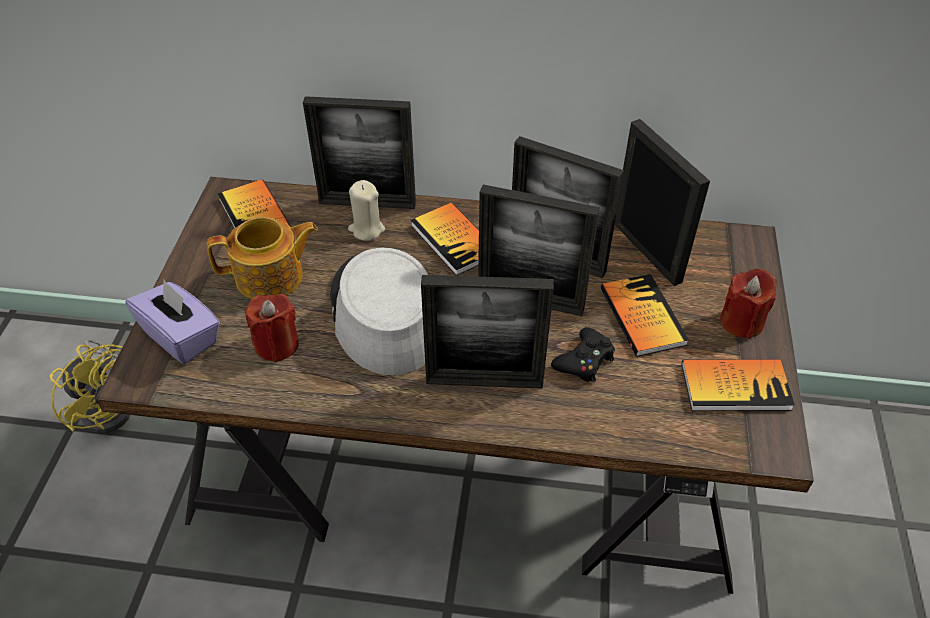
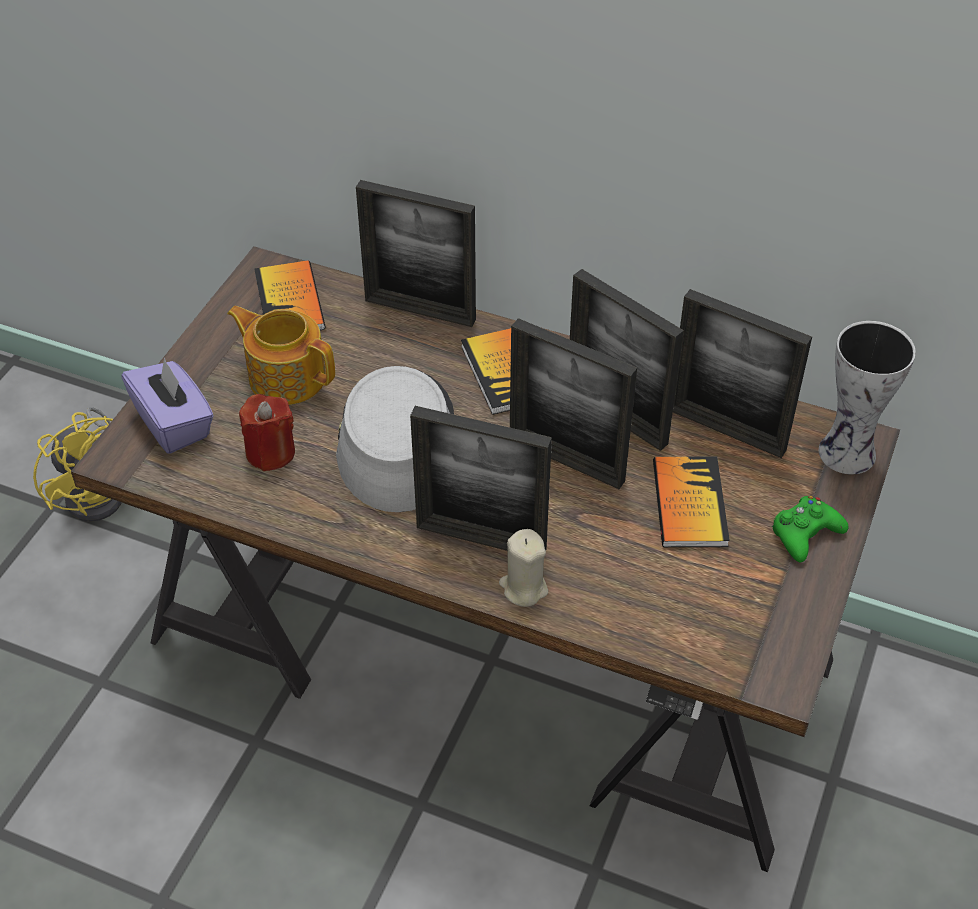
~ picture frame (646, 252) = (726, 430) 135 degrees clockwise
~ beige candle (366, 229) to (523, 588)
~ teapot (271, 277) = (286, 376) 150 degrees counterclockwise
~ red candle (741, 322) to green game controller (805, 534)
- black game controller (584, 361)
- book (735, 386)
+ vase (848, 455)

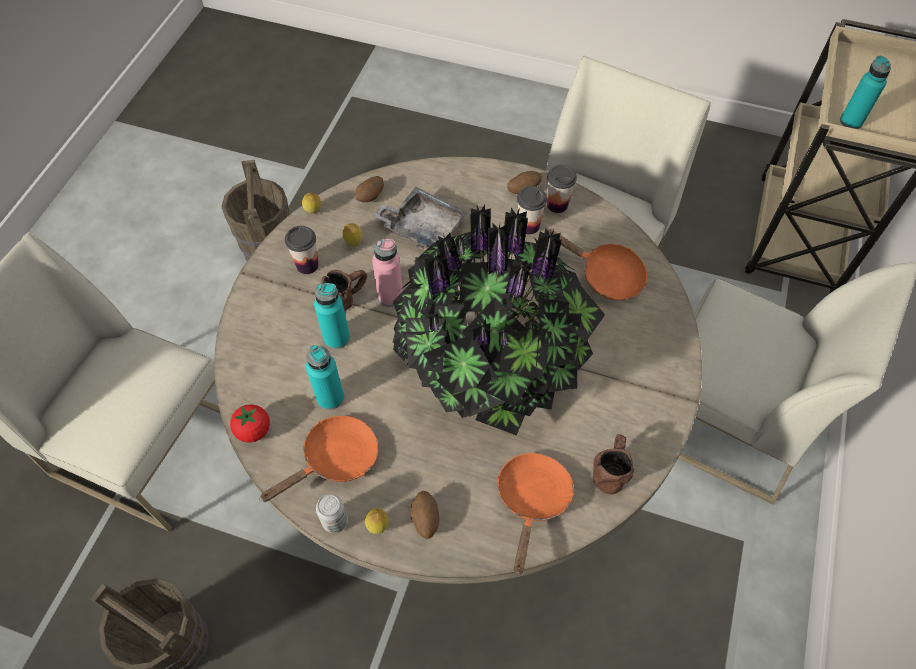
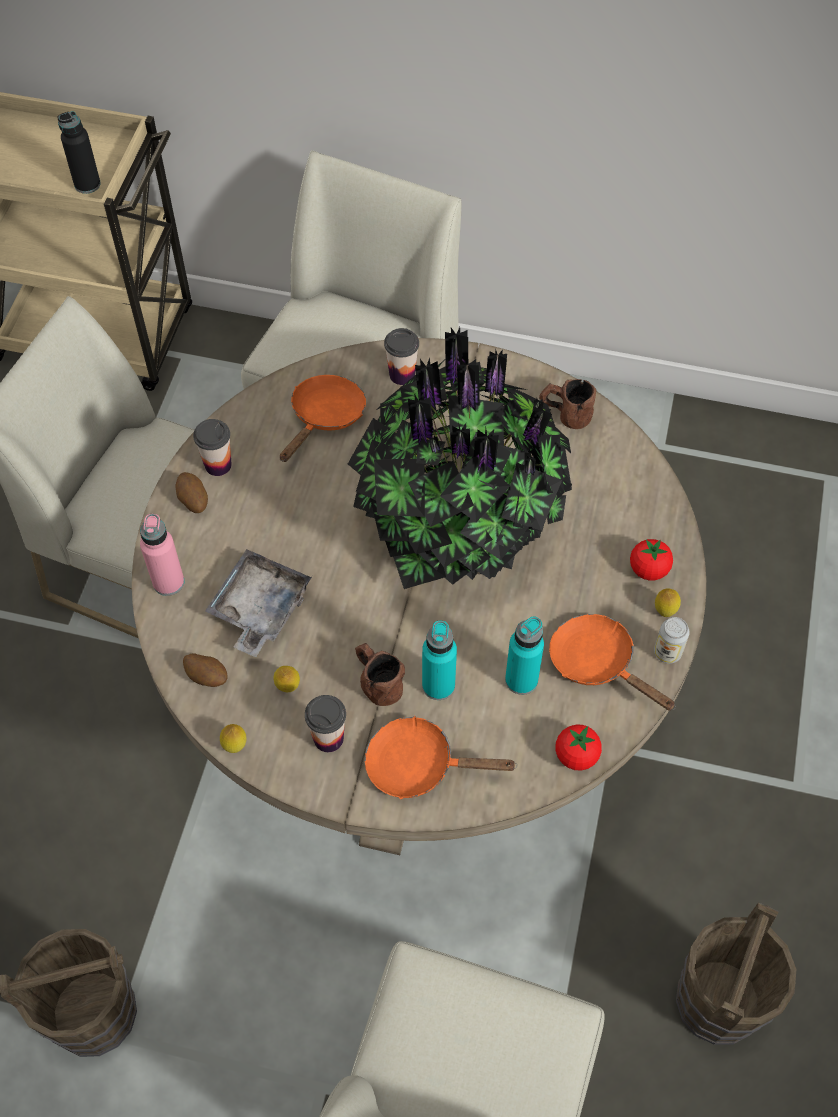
~ turquoise bottle (851, 122) to black bottle (87, 184)
~ cup (528, 226) to (402, 374)
~ pink bottle (390, 296) to (168, 582)
~ orange frying pan (532, 500) to (419, 765)
~ potato (425, 519) to tomato (648, 569)

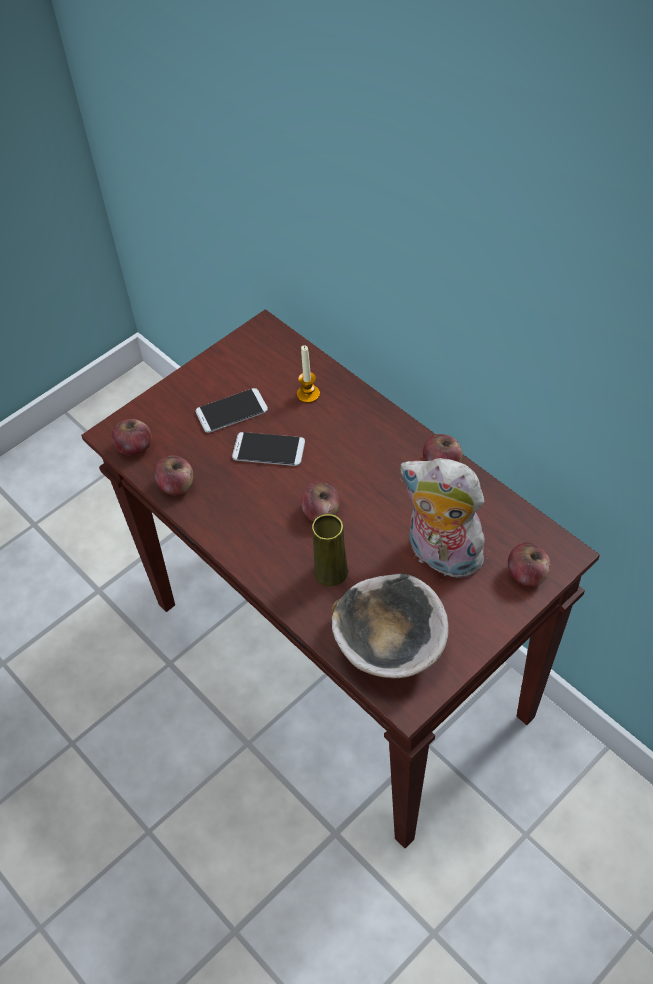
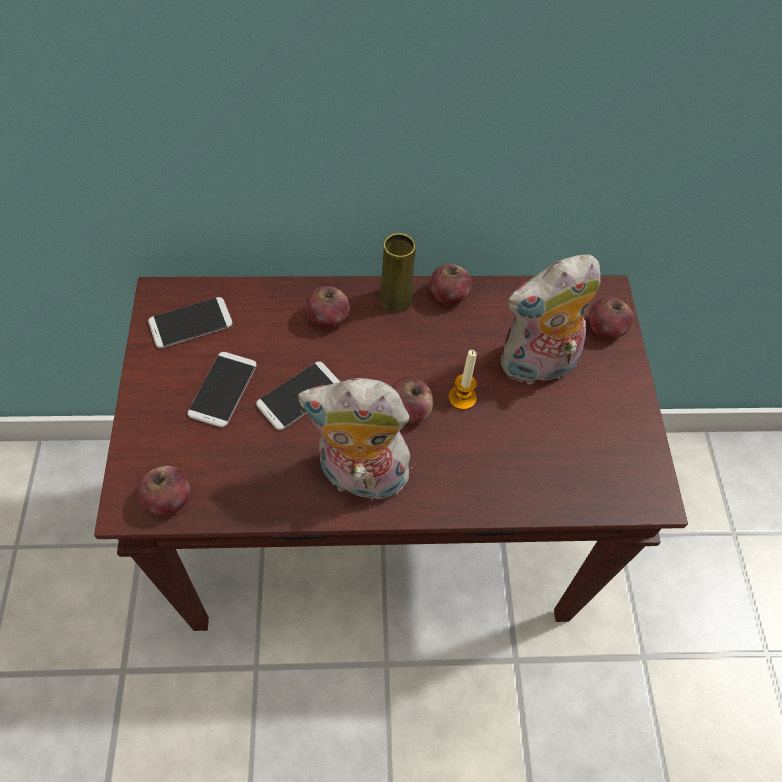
~ candle (308, 394) to (462, 398)
~ apple (176, 485) to (328, 318)
~ yellow vase (330, 571) to (395, 298)
- bowl (390, 647)
+ phone (190, 323)
+ plush toy (360, 477)

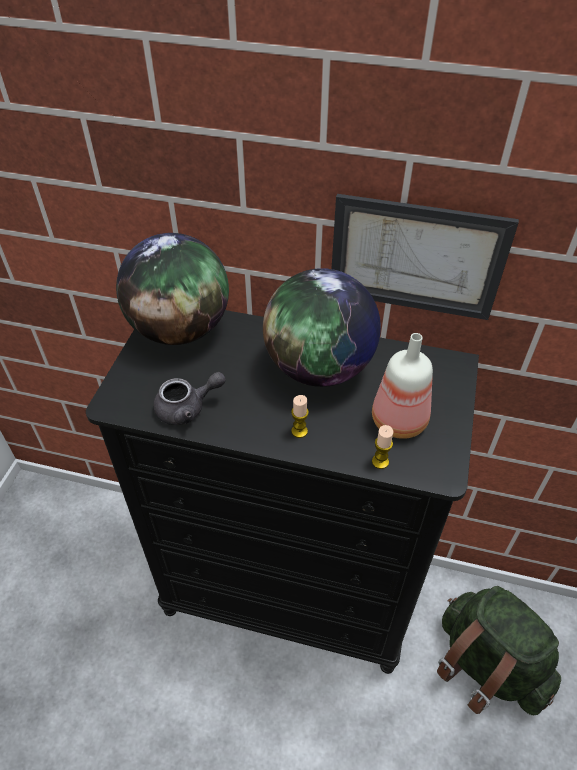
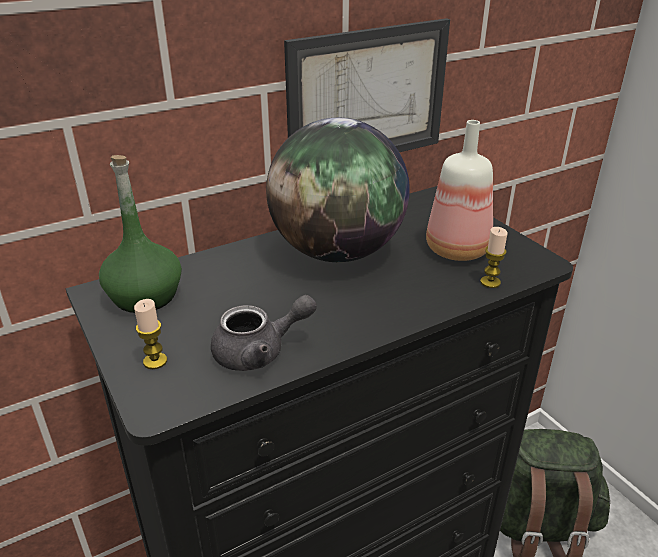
~ globe (180, 329) to green bottle (145, 296)
~ grey teapot (187, 408) = (259, 352) 45 degrees clockwise
~ candle (299, 431) to (155, 361)

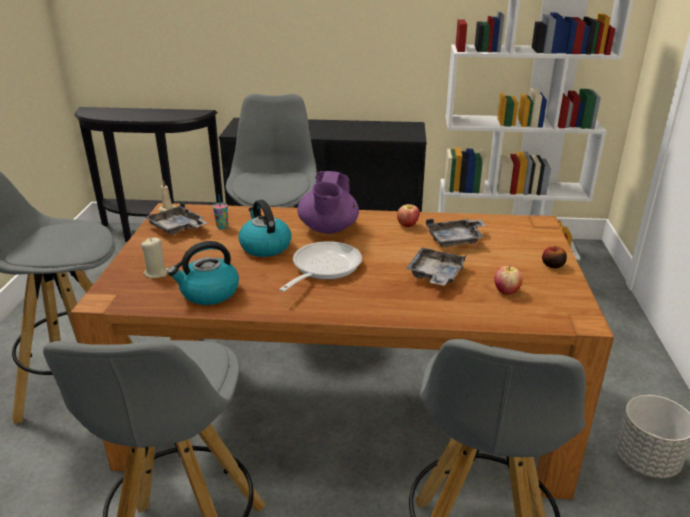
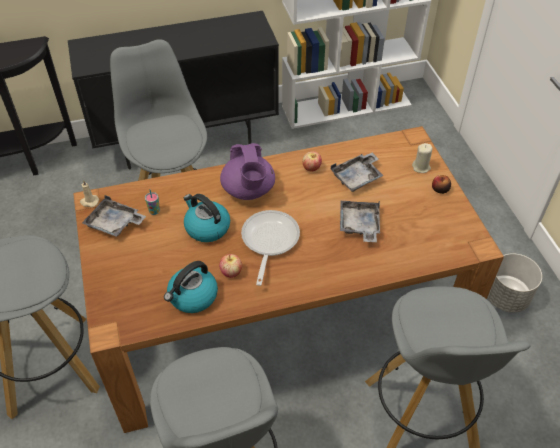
~ beige candle (157, 273) to (421, 167)
~ apple (506, 291) to (231, 272)

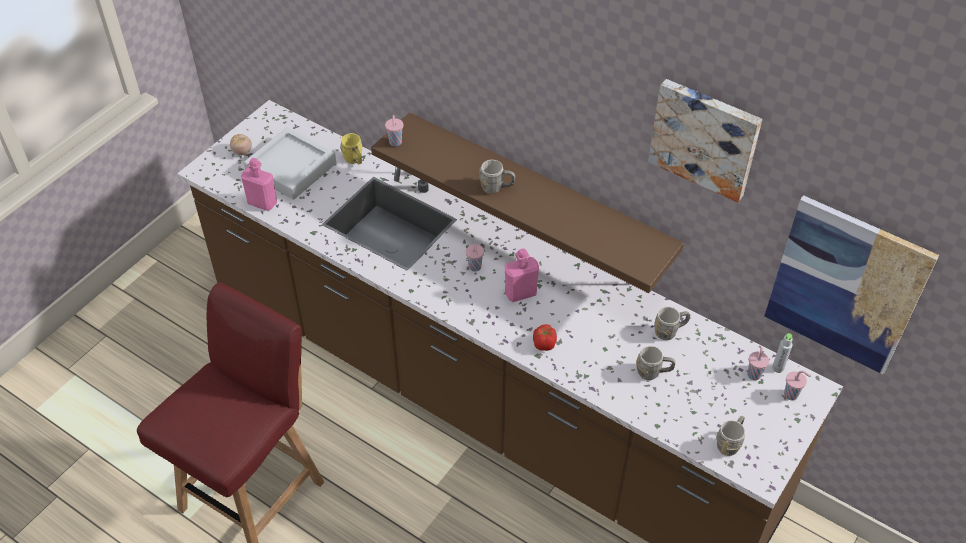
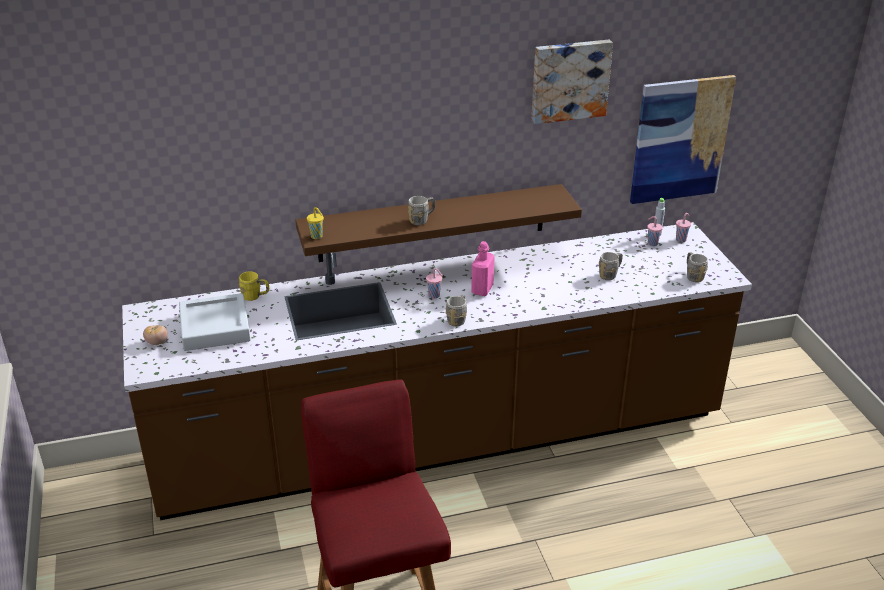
~ pink cup (395, 143) to yellow cup (317, 236)
- pink bottle (262, 203)
~ grey mug (670, 331) to (458, 319)
- tomato (544, 344)

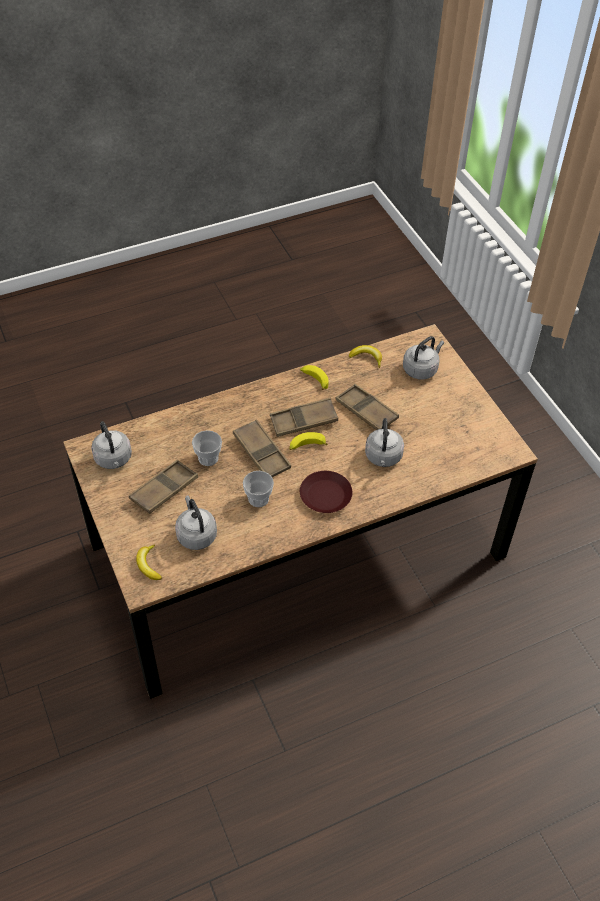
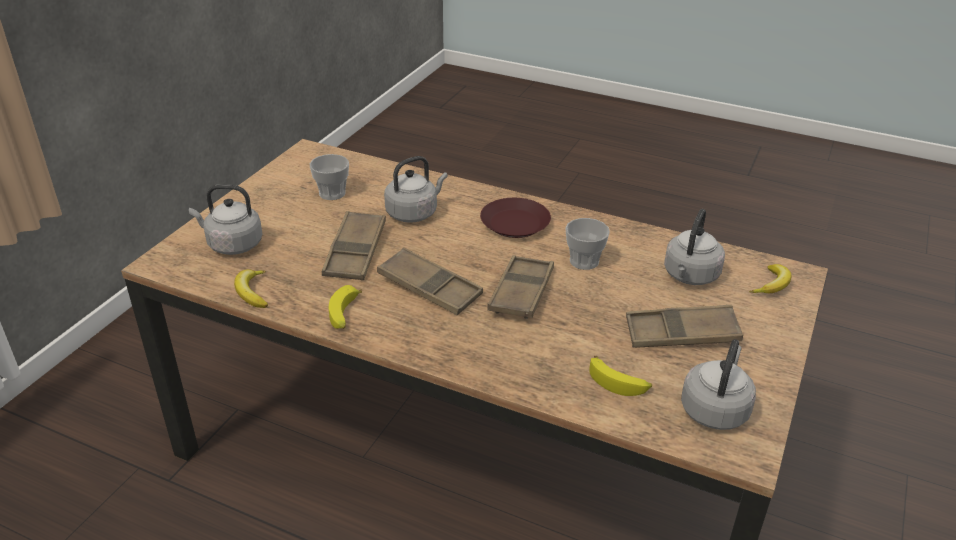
~ cup (208, 458) to (332, 193)
~ banana (306, 446) to (618, 382)

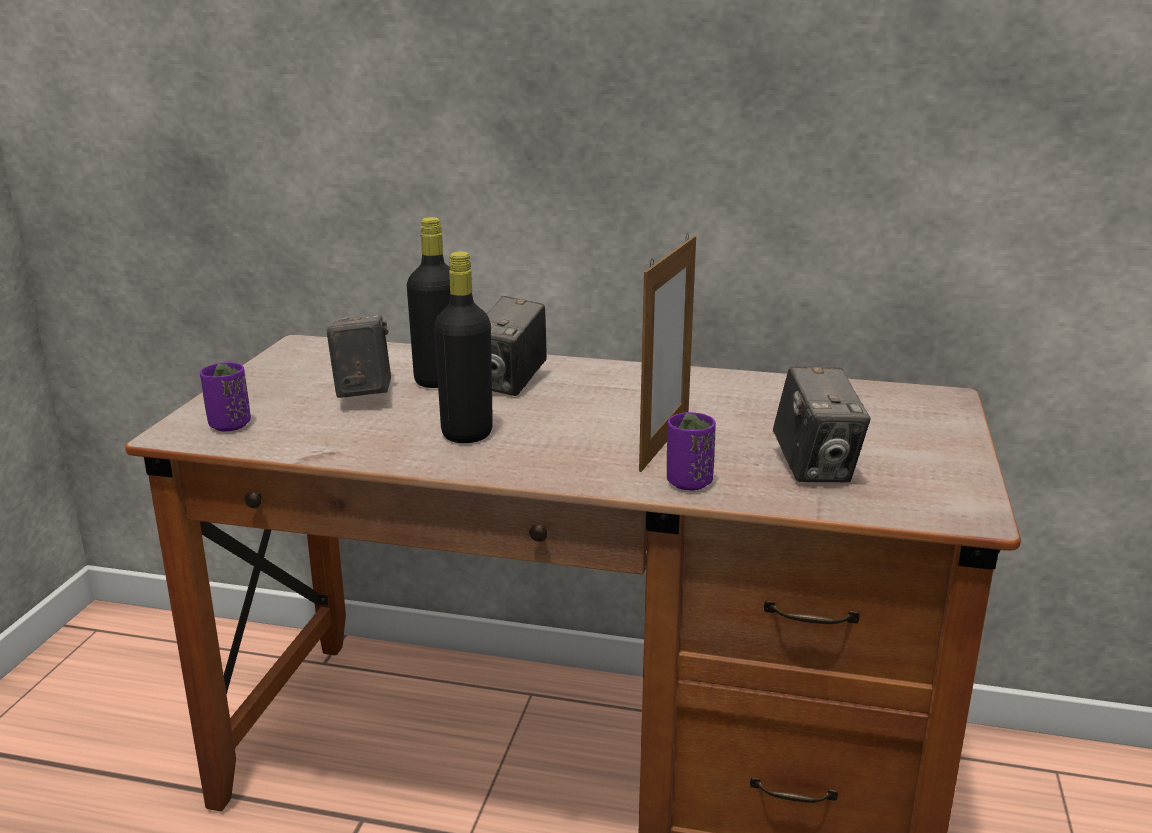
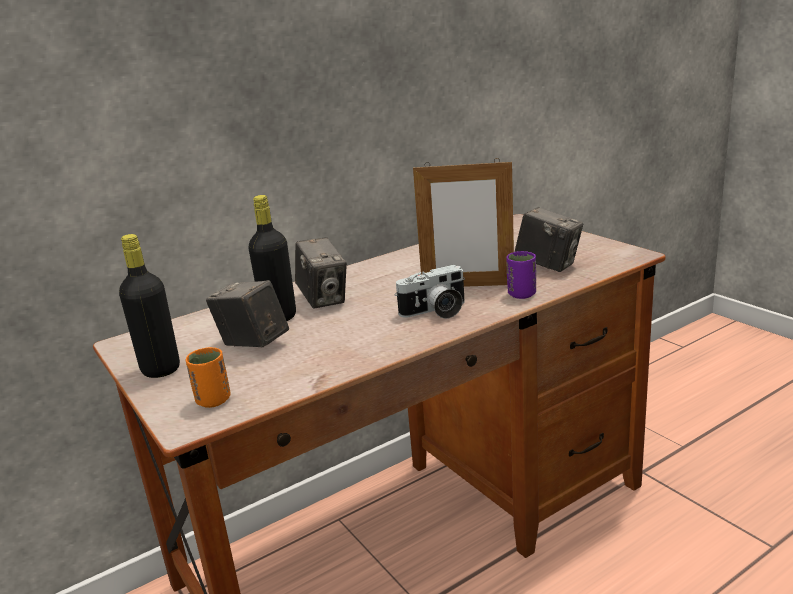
~ picture frame (664, 442) = (467, 286) 120 degrees clockwise
~ black bottle (467, 434) to (161, 369)
~ purple cup (229, 425) to orange cup (213, 400)
+ photo camera (435, 312)

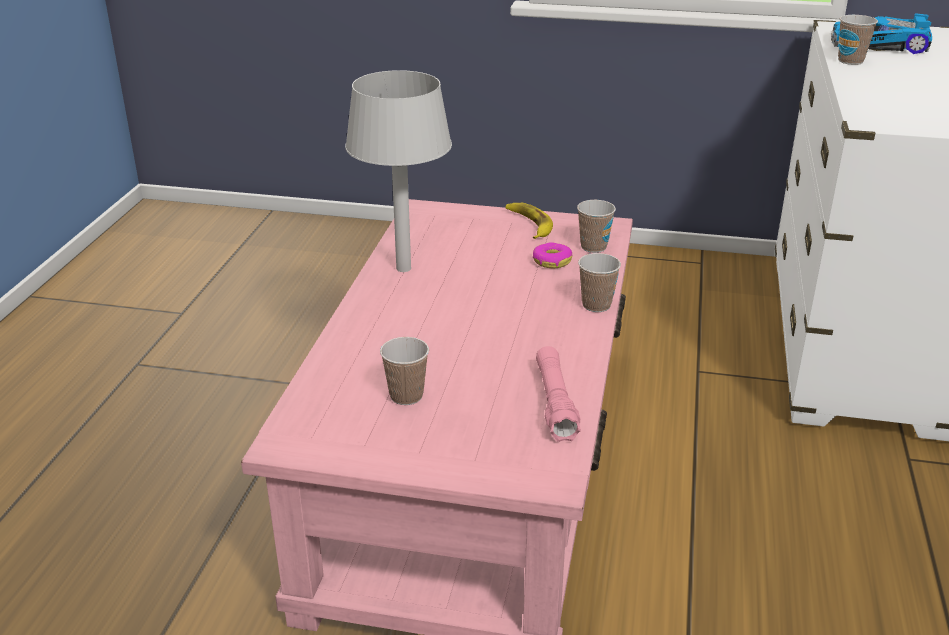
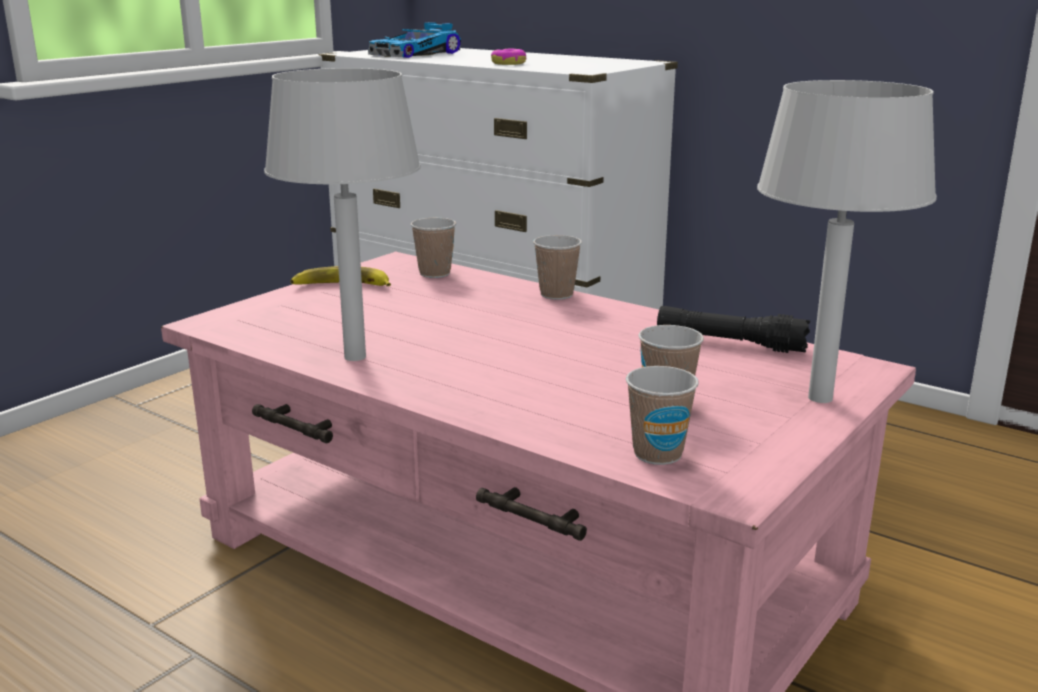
~ cup (850, 61) to (657, 454)
~ donut (551, 261) to (508, 63)
~ pink flashlight (555, 402) to black flashlight (729, 343)
+ grey table lamp (819, 398)

